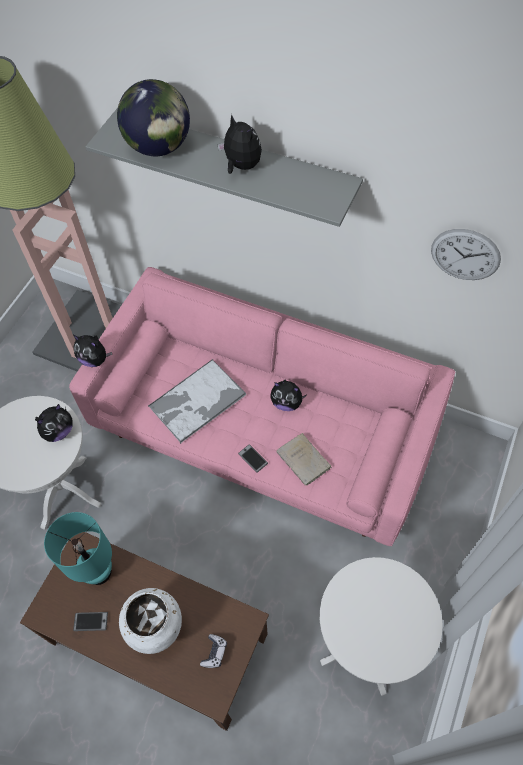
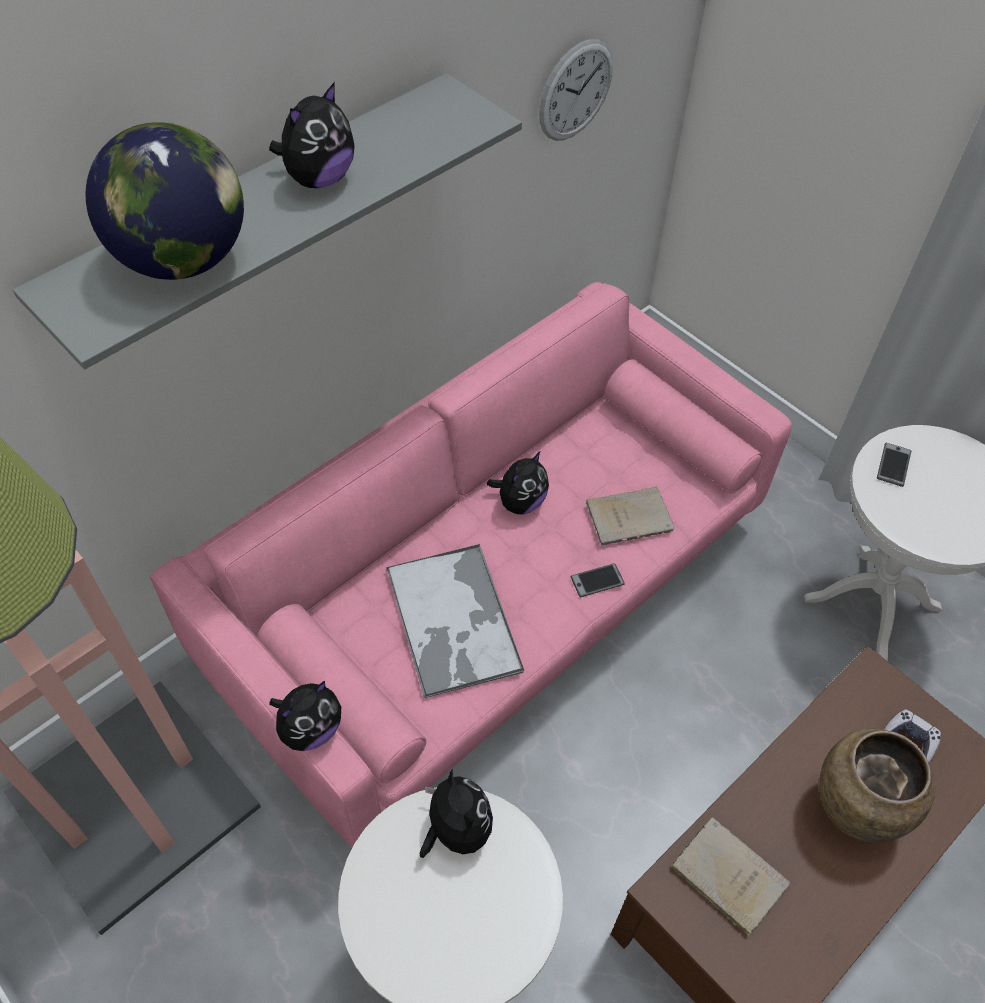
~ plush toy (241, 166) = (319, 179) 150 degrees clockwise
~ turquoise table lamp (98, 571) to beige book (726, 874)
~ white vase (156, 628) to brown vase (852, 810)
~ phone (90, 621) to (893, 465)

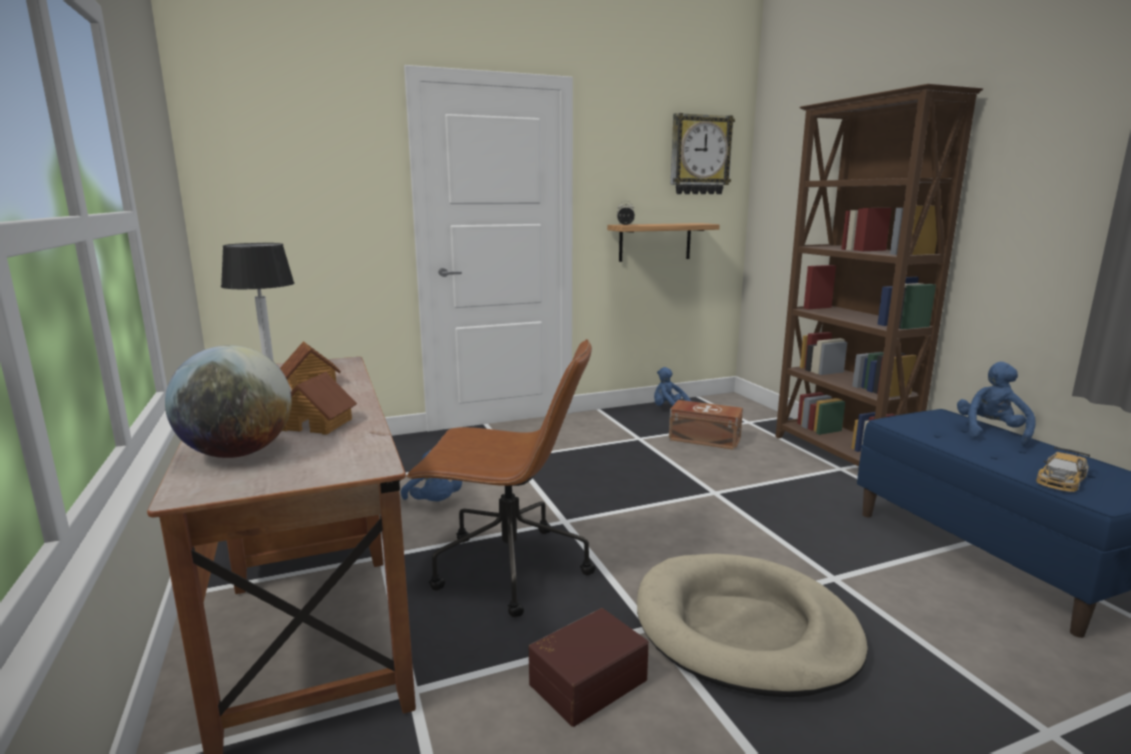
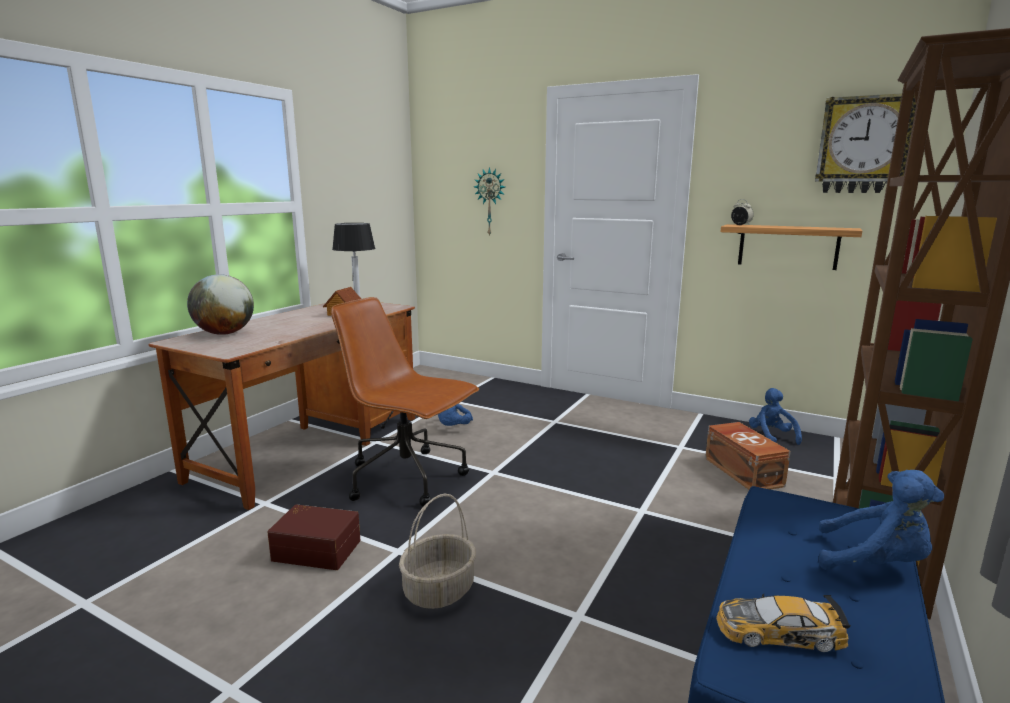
~ brown office chair (507, 568) = (408, 478) 150 degrees clockwise
~ blue plush toy (990, 432) = (874, 563) 45 degrees clockwise
- toy house (318, 424)
~ beige dog bed (744, 629) to basket (439, 591)
+ wall clock (490, 202)

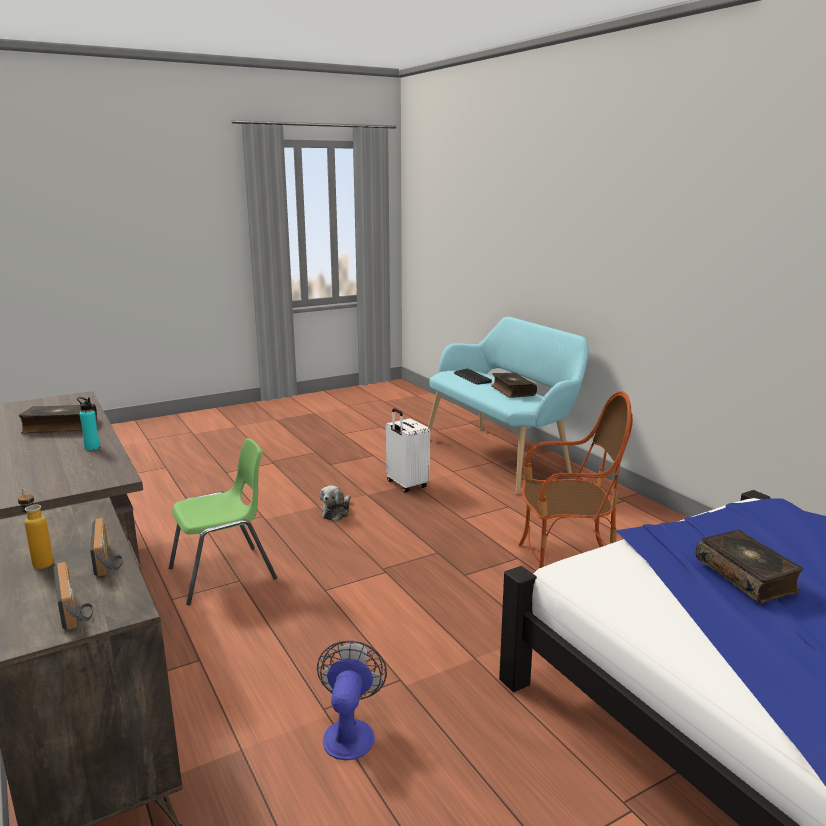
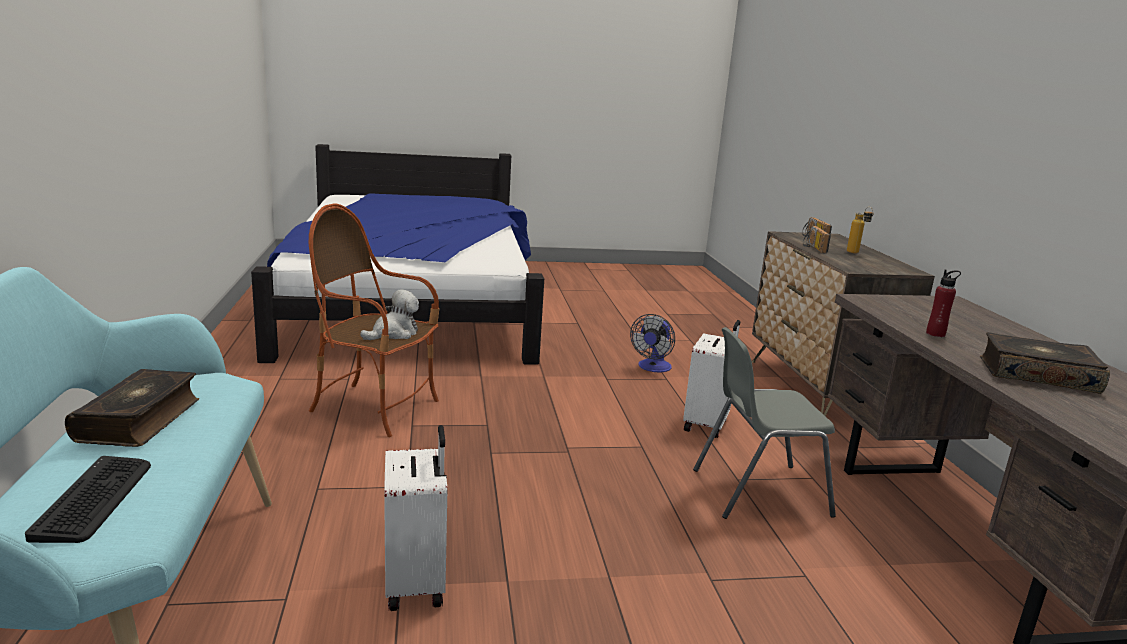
~ turquoise bottle (92, 447) to red bottle (935, 334)
~ green chair (224, 574) to grey chair (757, 491)
~ plush toy (337, 512) to (393, 333)
- book (747, 575)
+ white suitcase (707, 425)

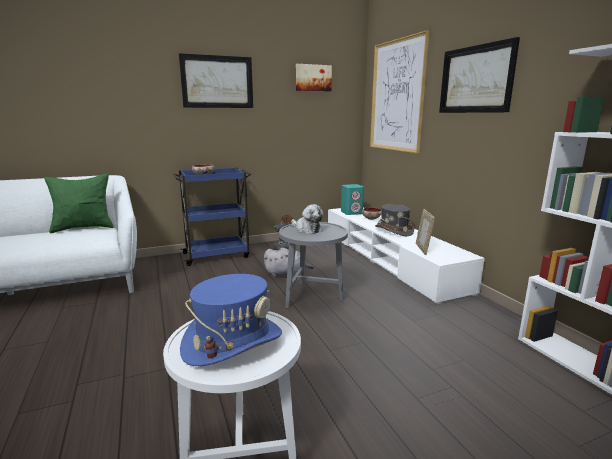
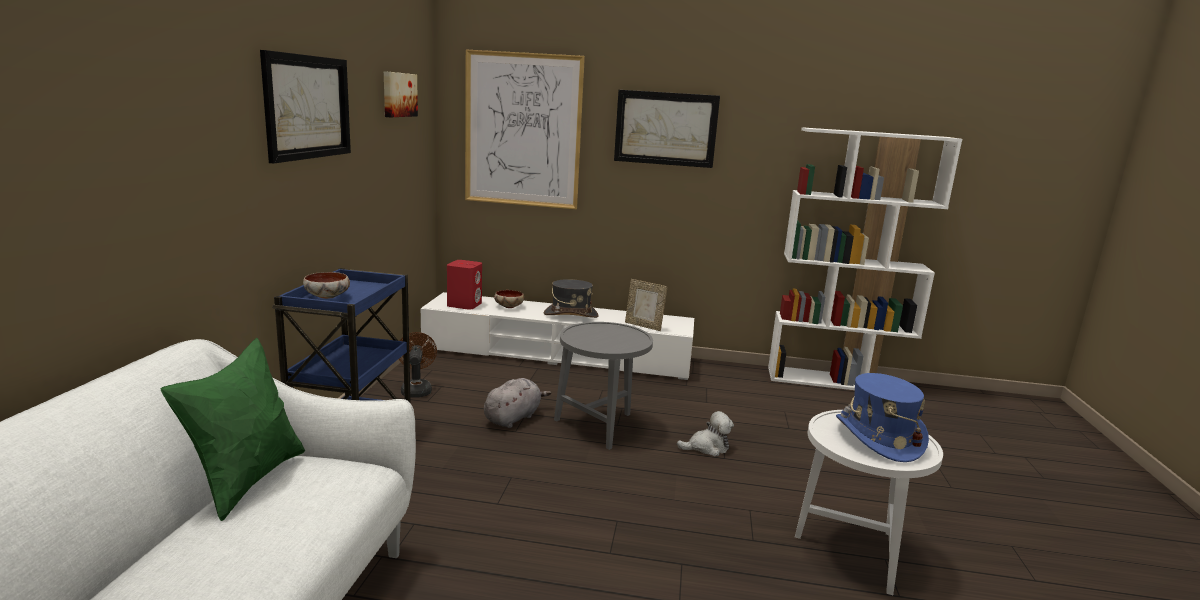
~ turquoise speaker (351, 212) to red speaker (464, 305)
~ plush toy (307, 229) to (707, 447)

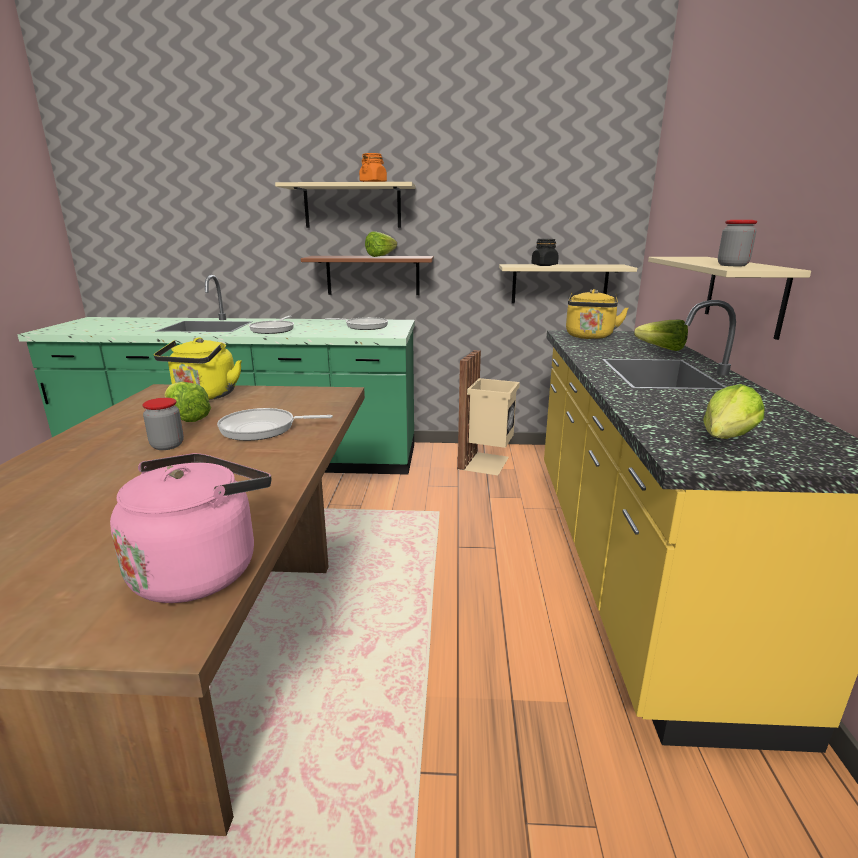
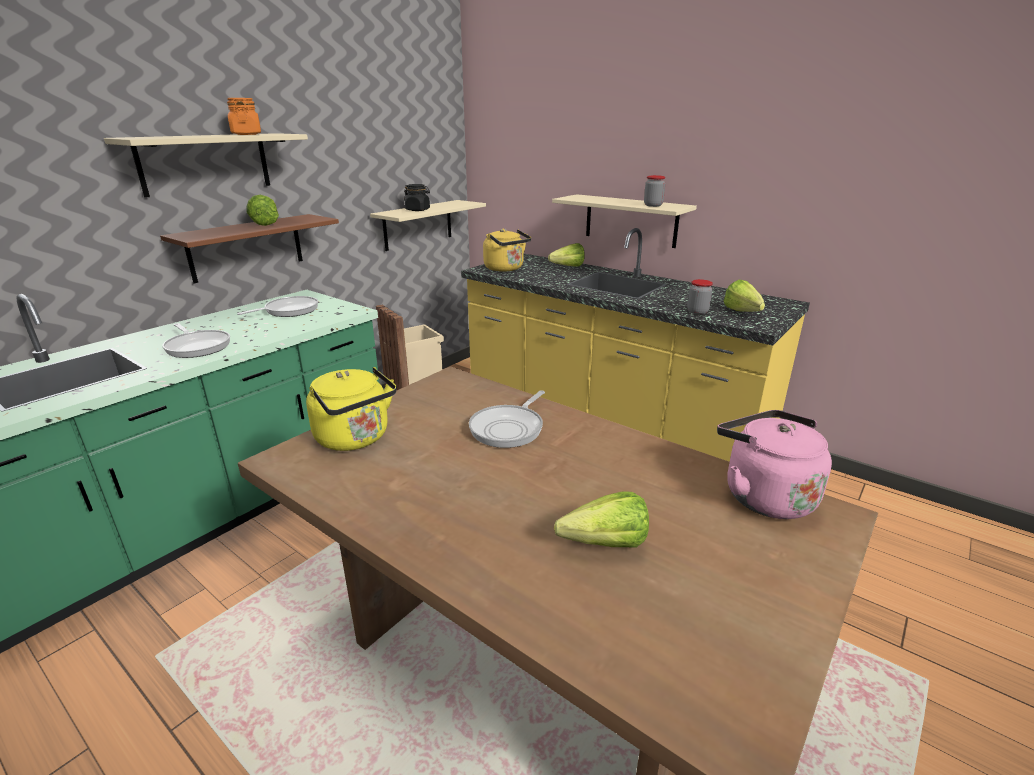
~ lettuce (186, 416) to (597, 544)
~ jar (167, 445) to (697, 312)

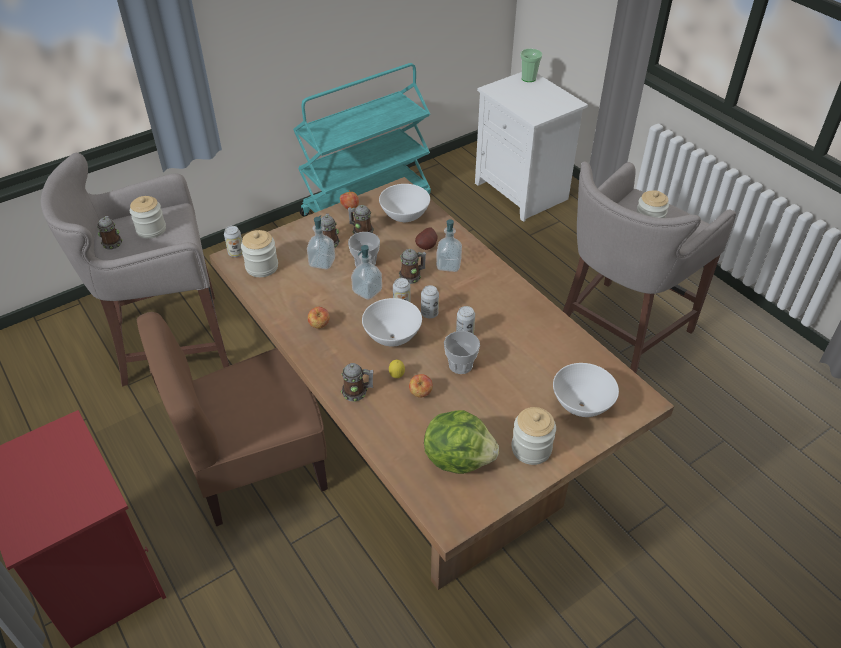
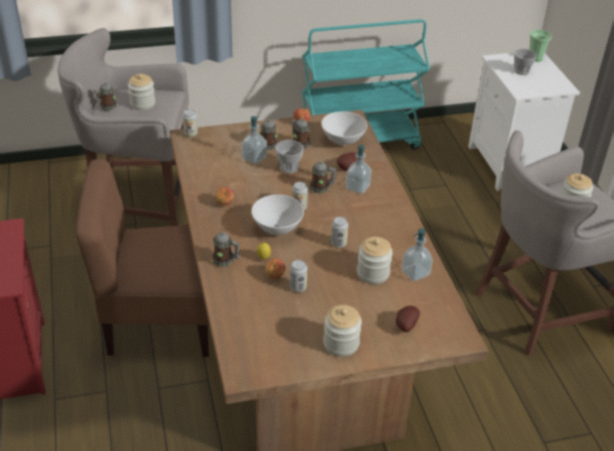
~ jar (262, 267) to (373, 273)
~ soap dispenser (367, 291) to (415, 273)
~ can (429, 313) to (298, 287)
~ cup (460, 365) to (521, 71)
~ white bowl (582, 406) to potato (405, 325)
- lettuce (458, 458)

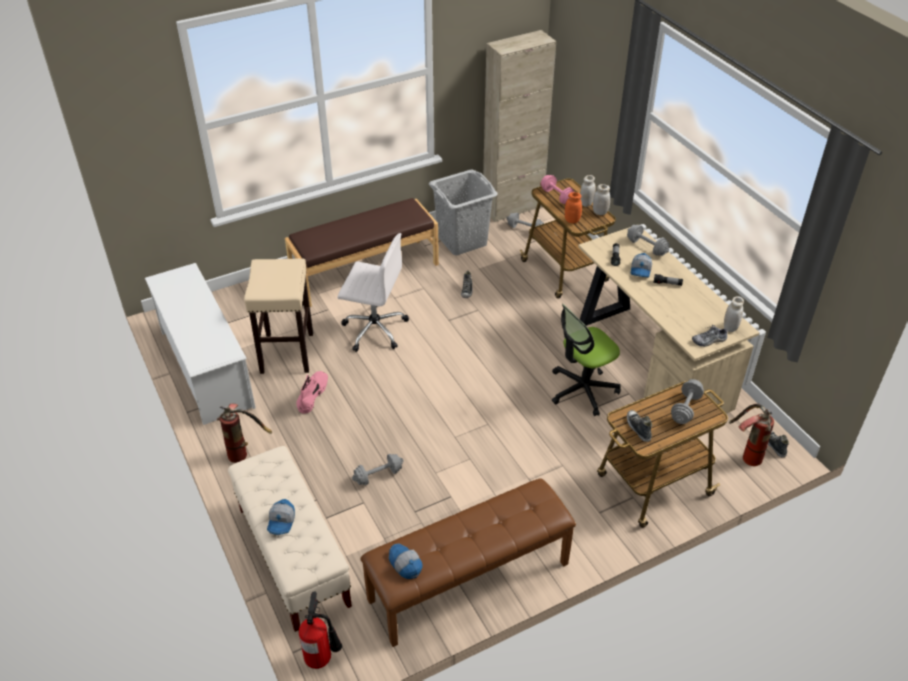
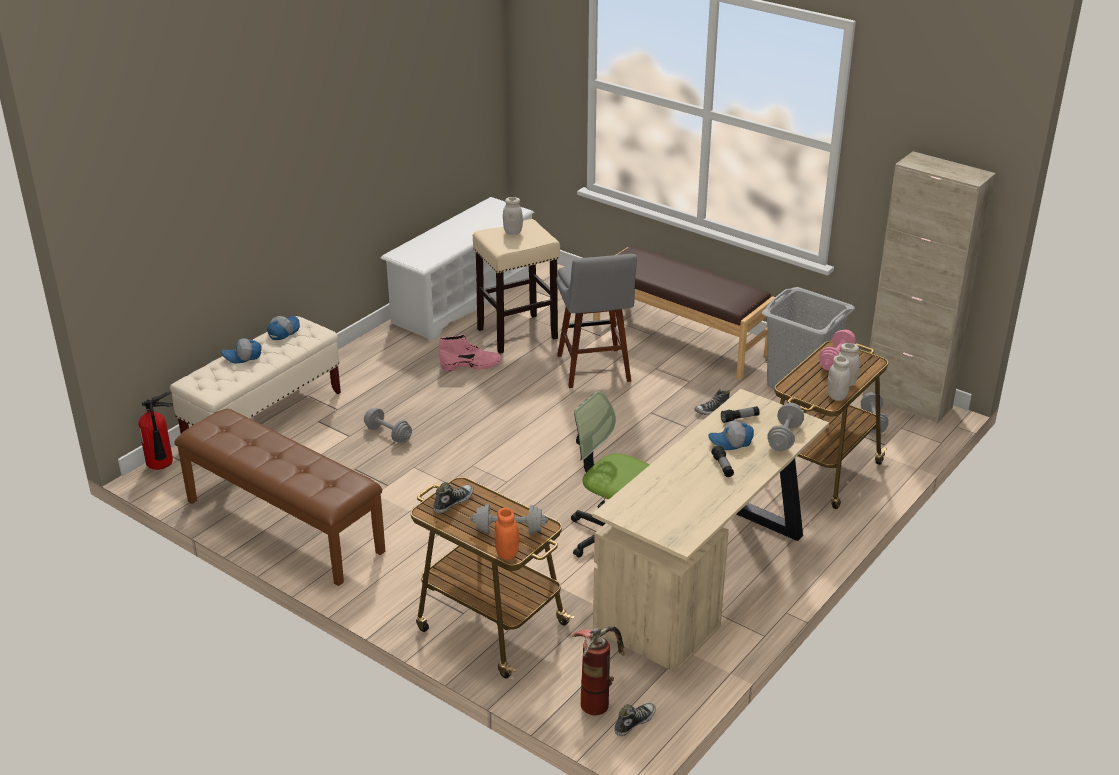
~ orange jar (572, 220) to (507, 553)
~ white office chair (374, 329) to grey stool (594, 370)
~ white jar (730, 327) to (513, 232)
- shoe (709, 341)
- fire extinguisher (244, 451)
~ cap (405, 564) to (283, 332)

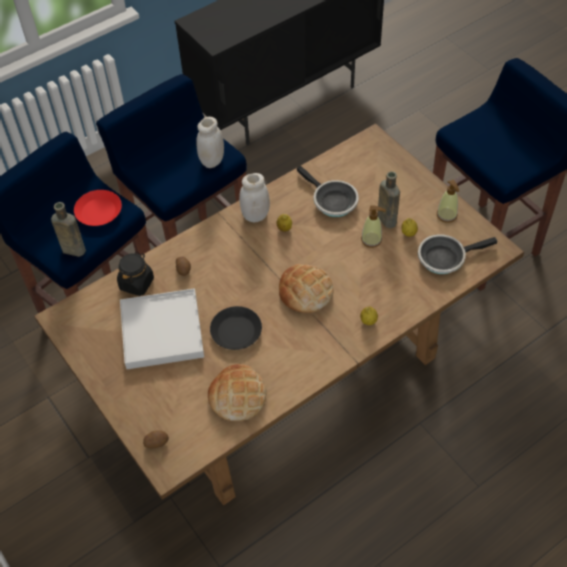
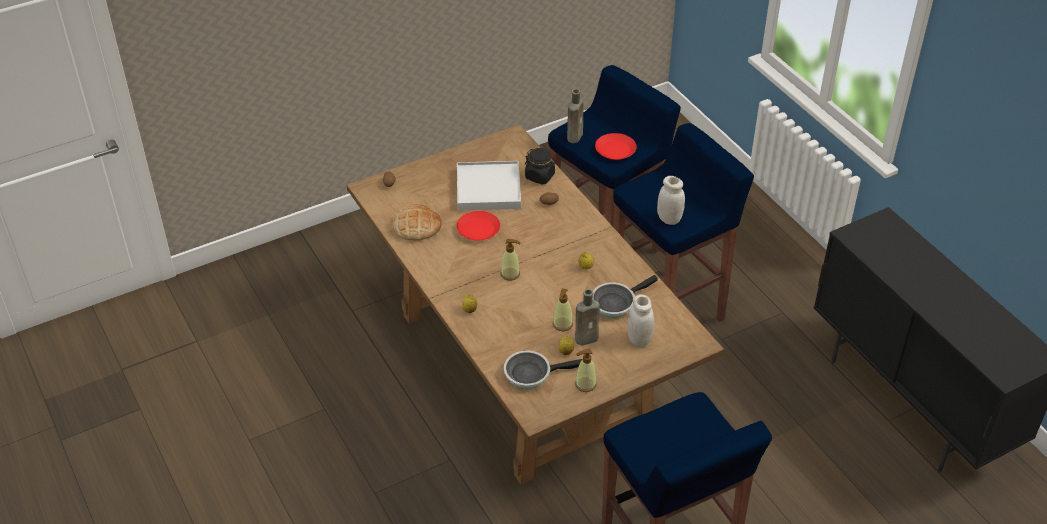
~ white jar (255, 215) to (639, 339)
~ frying pan (445, 257) = (531, 373) 90 degrees counterclockwise
~ bread (305, 292) to soap dispenser (510, 274)
~ black plate (235, 331) to red plate (478, 229)

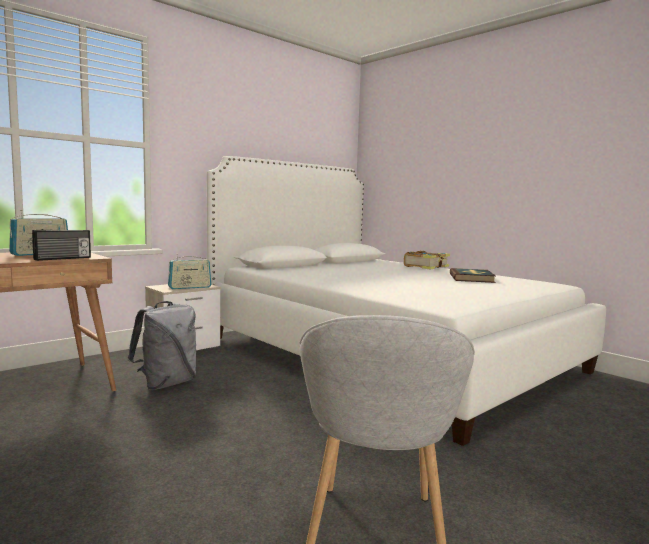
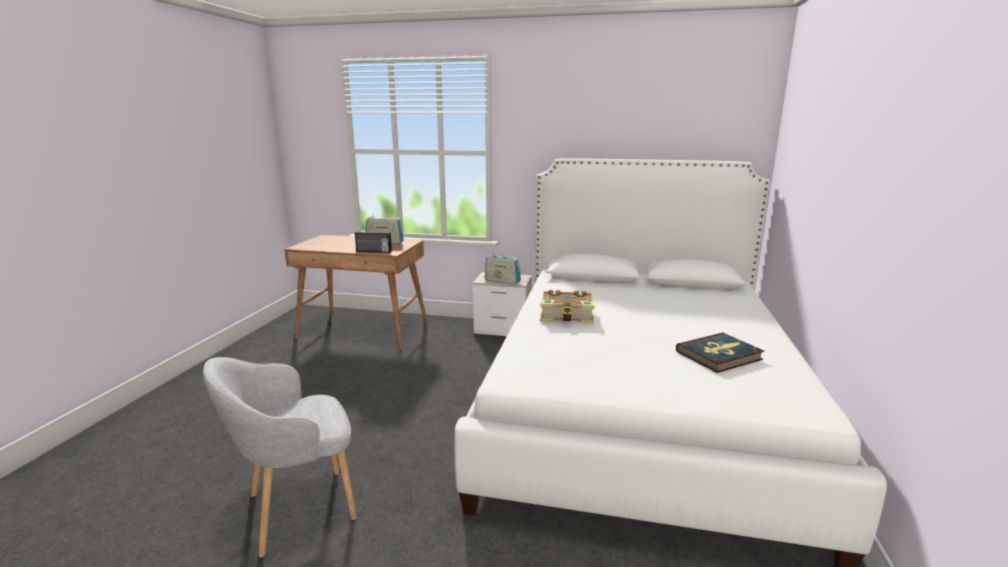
~ book (427, 267) to (567, 316)
- grey backpack (166, 383)

